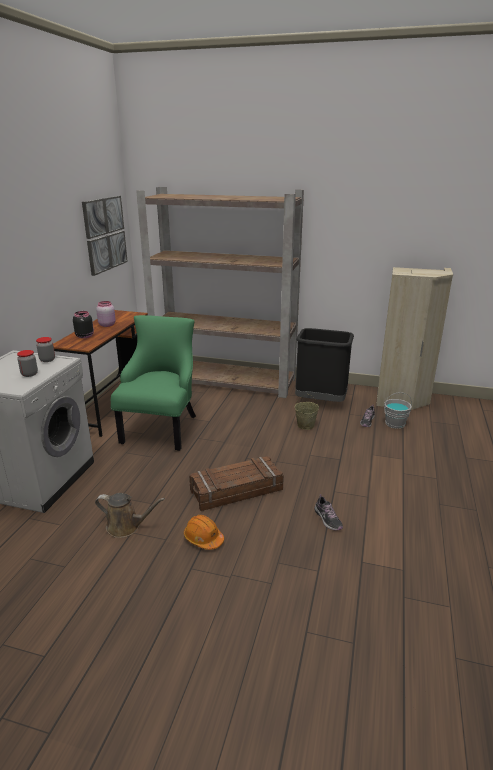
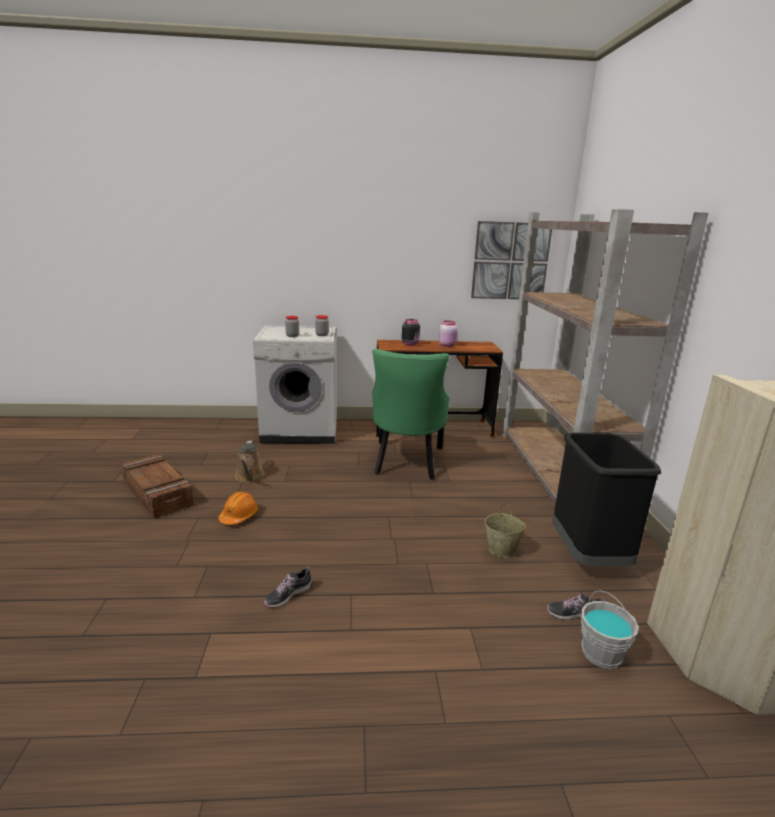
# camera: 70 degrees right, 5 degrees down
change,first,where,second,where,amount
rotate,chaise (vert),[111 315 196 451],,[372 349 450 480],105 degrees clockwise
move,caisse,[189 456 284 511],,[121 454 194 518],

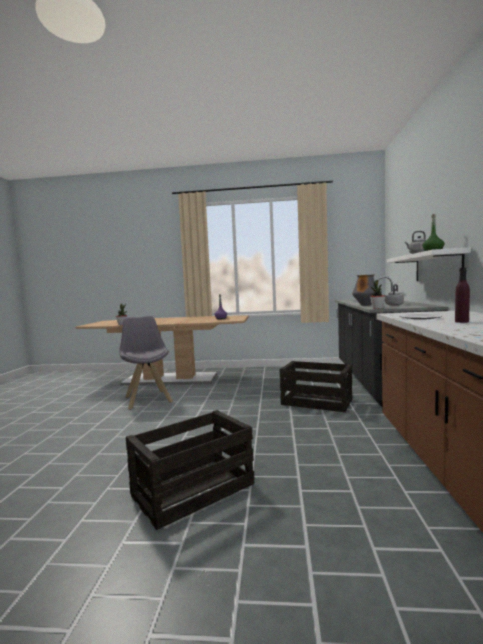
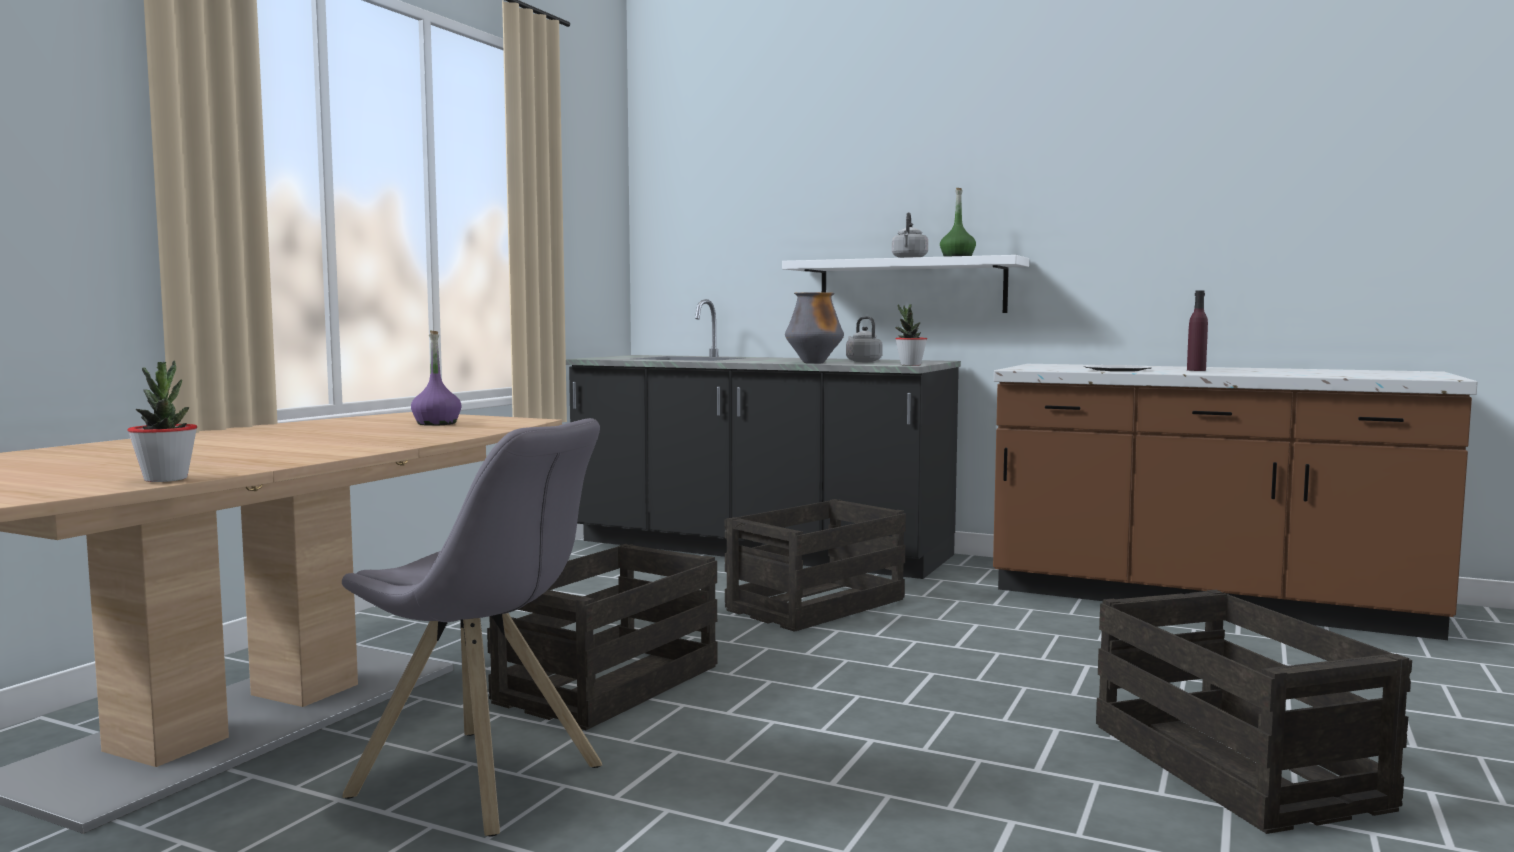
# camera: 70 degrees left, 0 degrees up
change,first,where,second,where,amount
rotate,chaise (gris),[119 316 173 410],,[342 418 602 837],150 degrees counterclockwise
insert,,,caisse,[487 544 718 730],

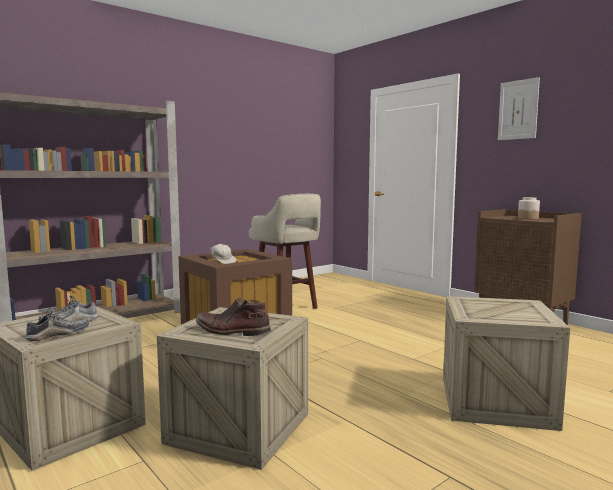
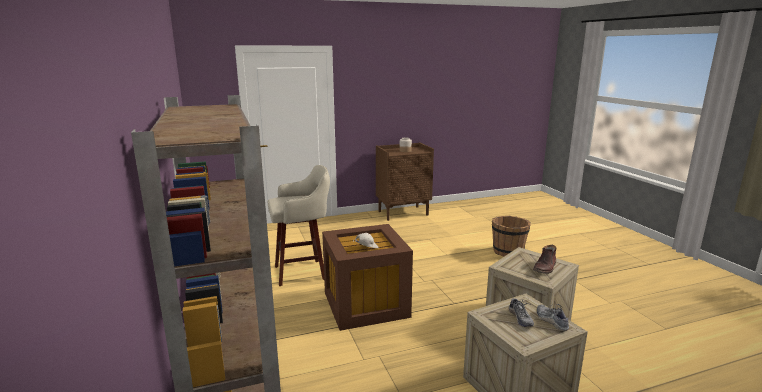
# camera: 70 degrees left, 10 degrees up
change,first,where,second,where,amount
delete,tableau,[498 77 540 140],,,
replace,caisse,[443 296 570 431],seau (marron),[492 216 531 257],

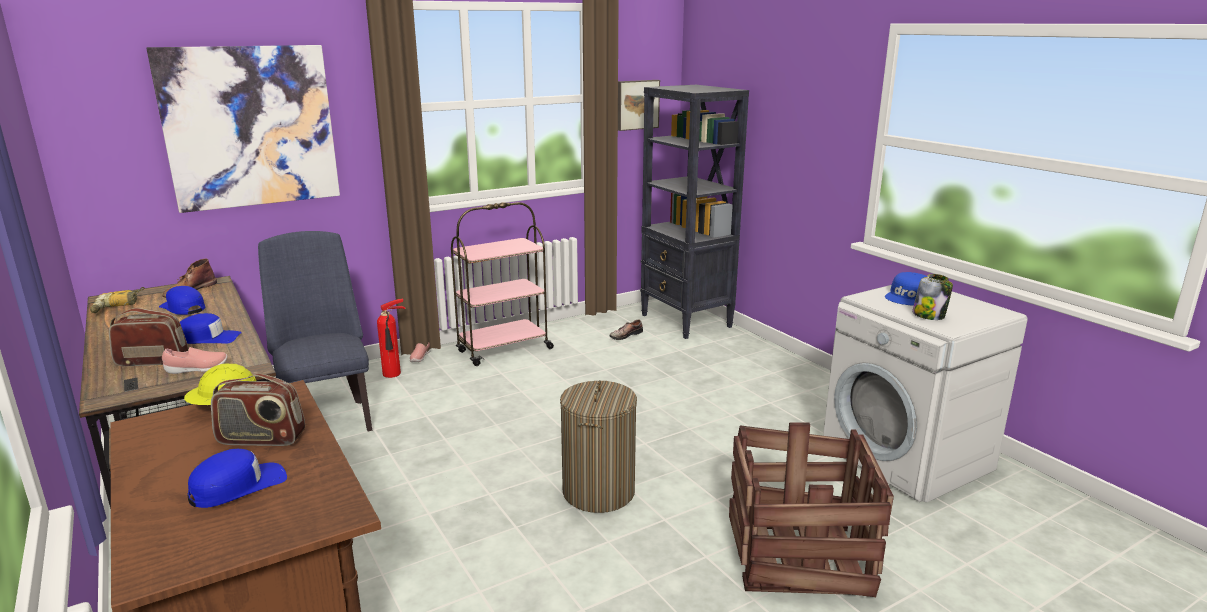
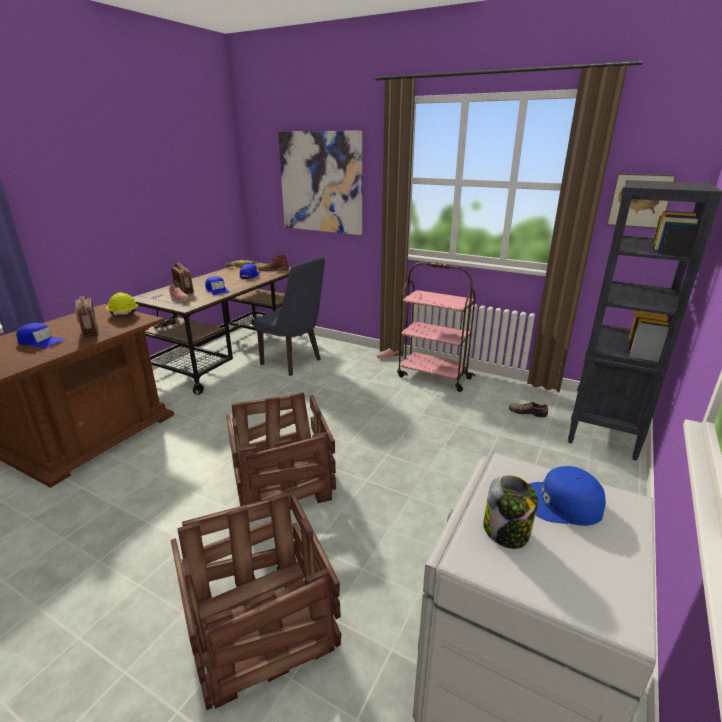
# camera: 60 degrees right, 5 degrees up
change,first,where,second,where,amount
rotate,chaise (bleu),[258 231 372 432],,[254 257 325 376],90 degrees clockwise
delete,extincteur,[377 299 405 378],,,
replace,panier à linge,[560 380 637 513],caisse,[226 392 336 510],

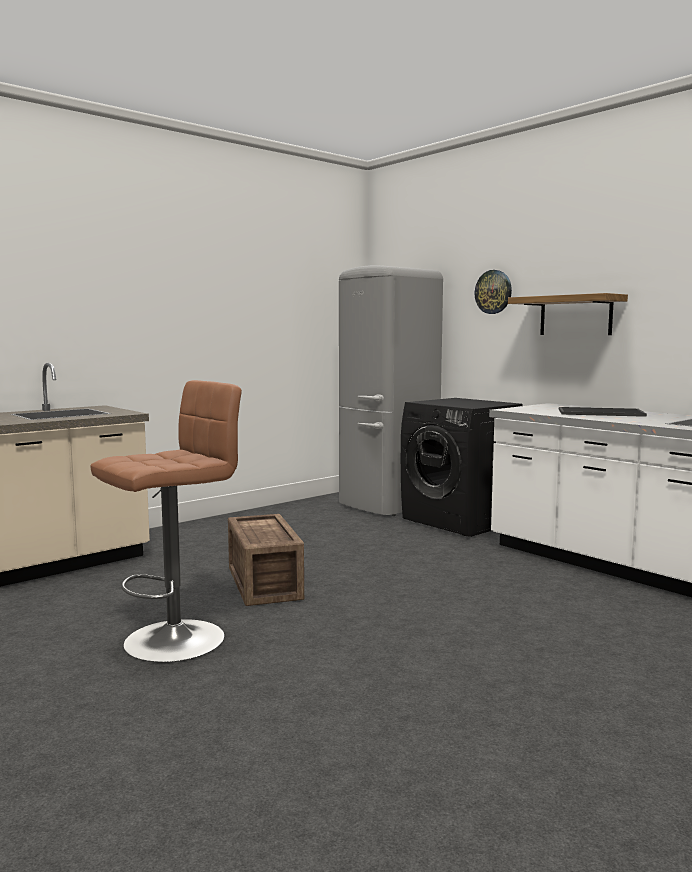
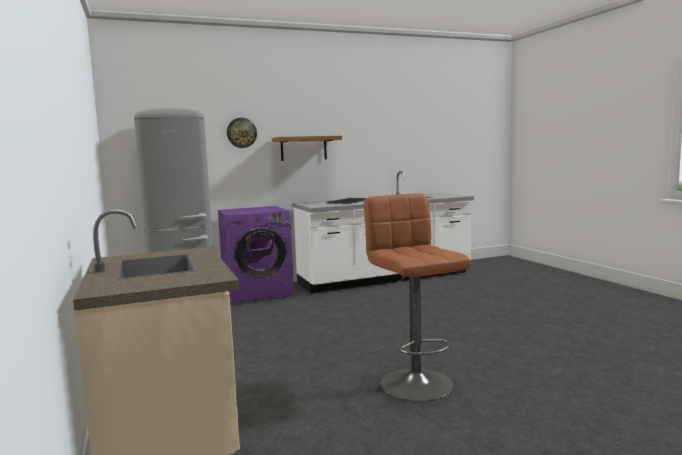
# camera: 70 degrees left, 0 degrees up
change,first,where,second,where,amount
recolor,lave-linge (noir),[401 398 523 537],lave-linge (violet),[218 206 293 304],
delete,caisse,[228 514 304 606],,,

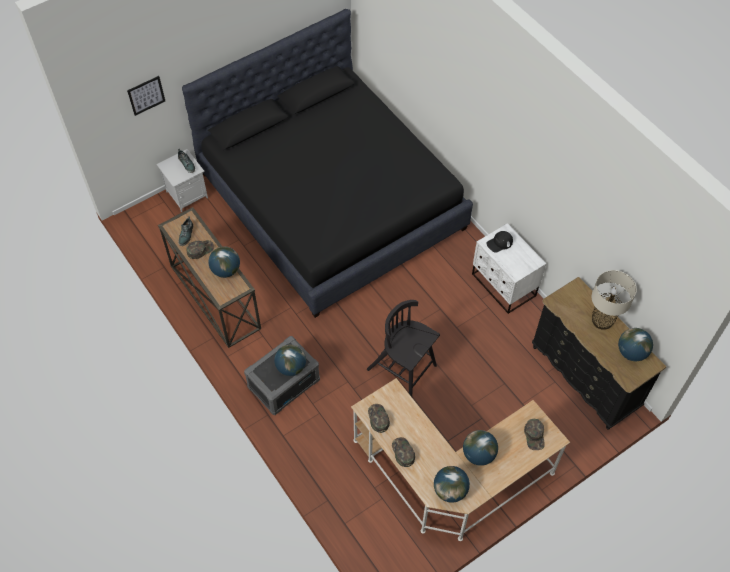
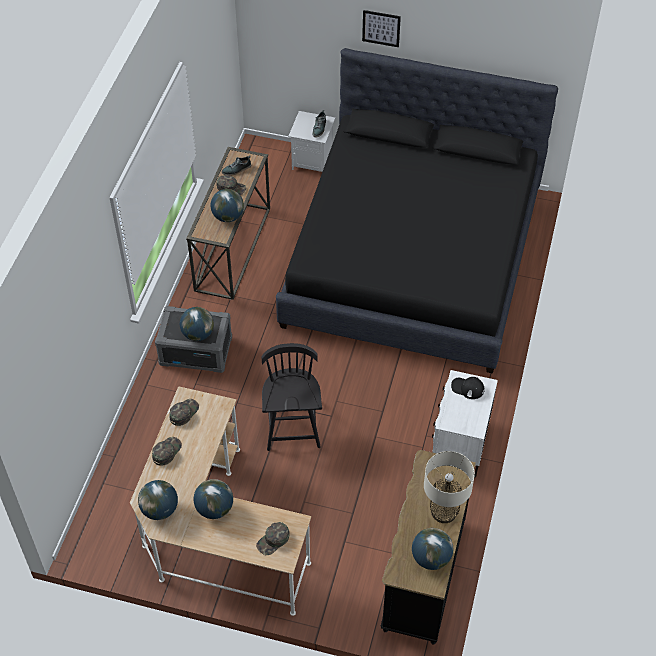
# camera: 50 degrees right, 5 degrees down
change,first,where,second,where,amount
move,tableau,[127 76 165 116],,[362 10 401 47],

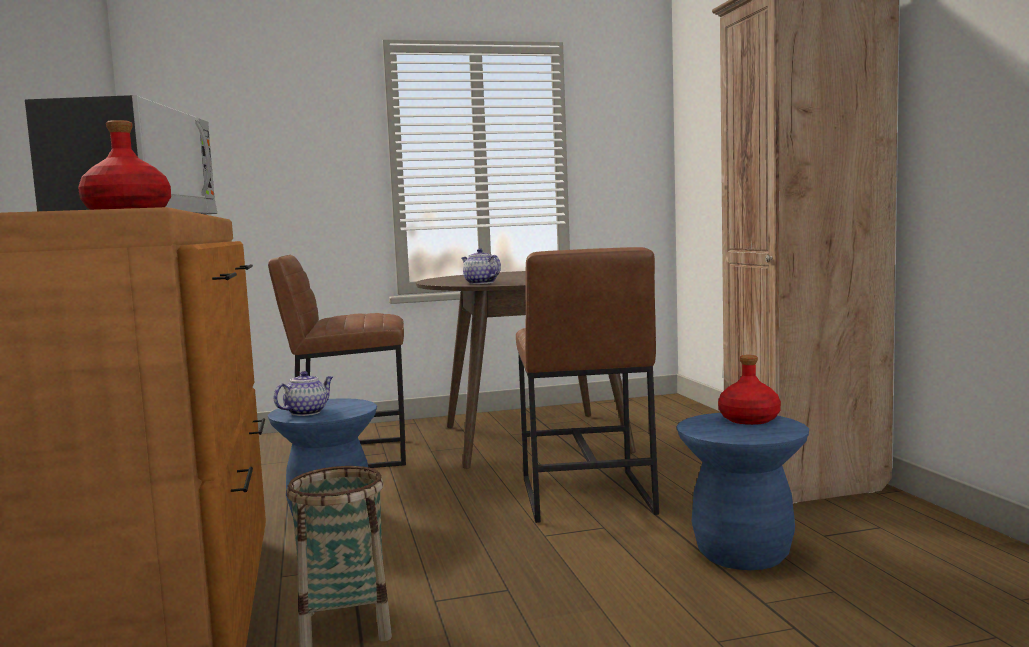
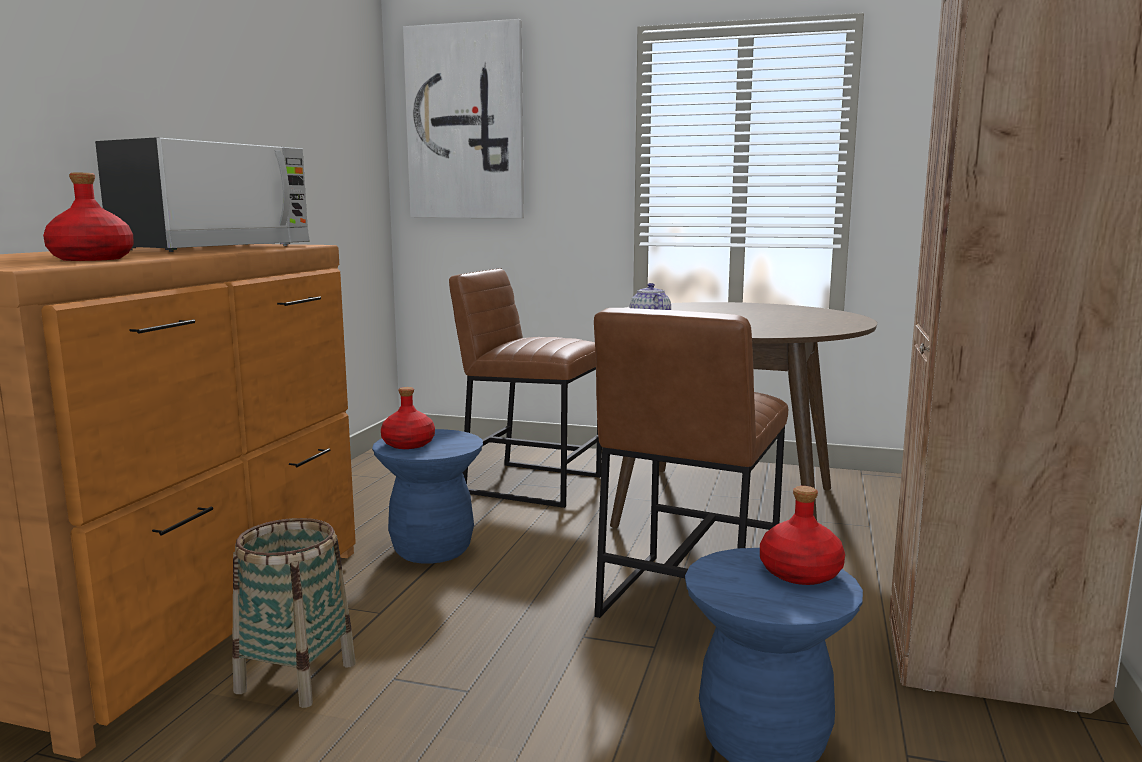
# camera: 30 degrees right, 5 degrees up
change,first,where,second,where,amount
replace,théière,[274 371 333 416],bouteille (rouge),[381 387 435 449],
insert,,,tableau,[403 19 524 218],

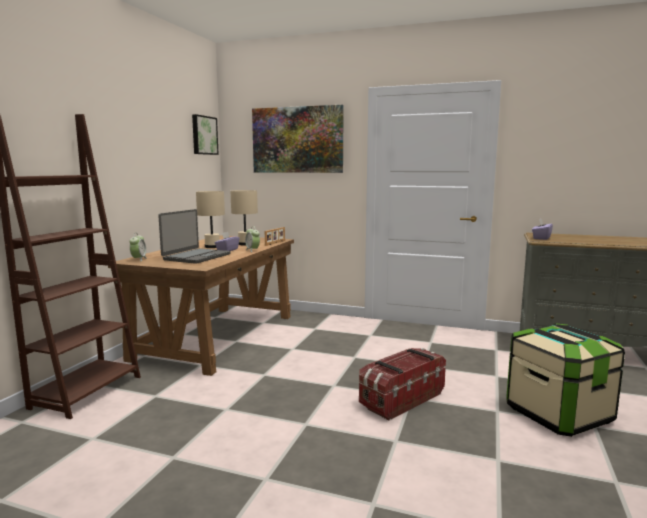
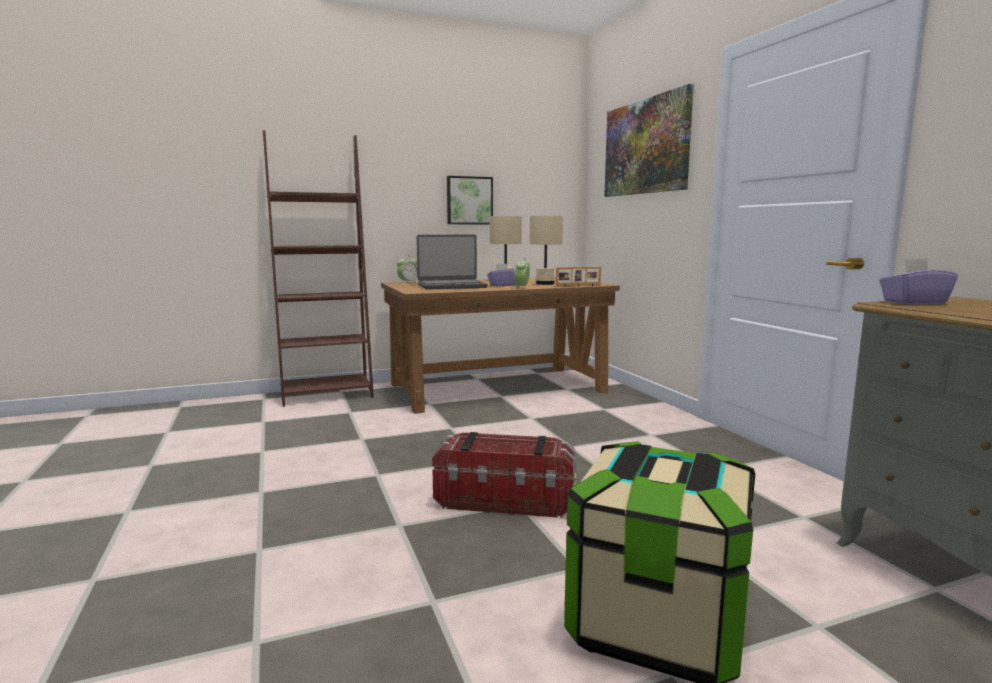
# camera: 50 degrees right, 0 degrees up
change,first,where,second,where,amount
move,tableau,[192 114 219 155],,[447 176 493 224],

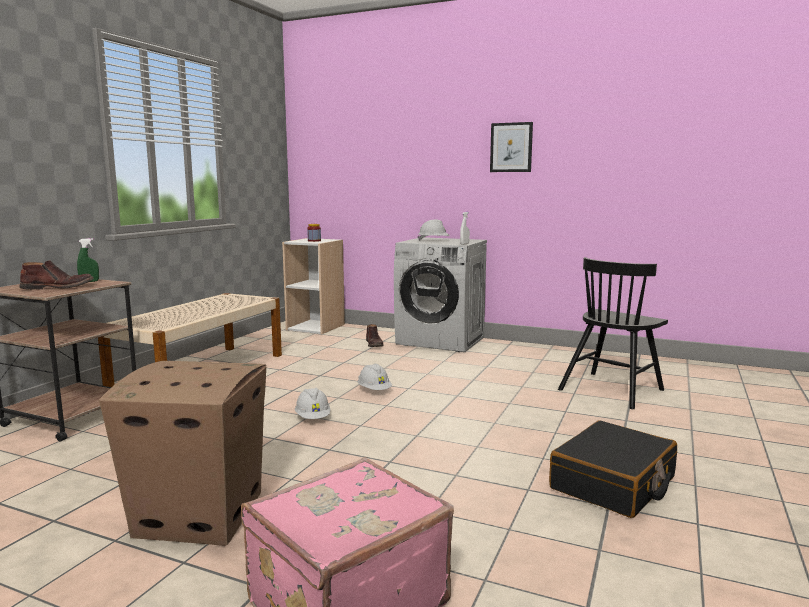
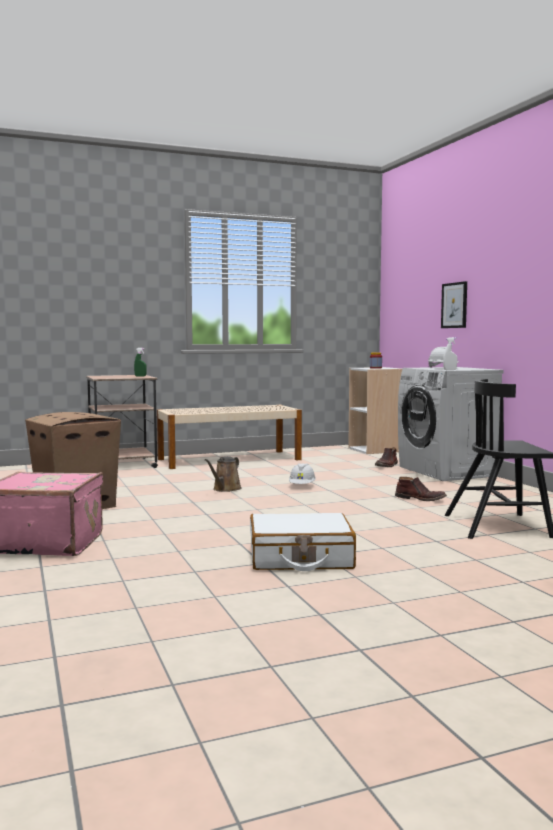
# camera: 45 degrees right, 5 degrees down
change,first,where,second,where,amount
move,tableau,[490 122 533 172],,[441 281 467 328],
move,botte (marron),[20 260 94 290],,[395 477 447 501],
replace,casque de chantier (blanc),[295 388 330 419],arrosoir (marron),[205 456 242 492],
recolor,valise (noir),[549 421 677 518],valise (blanc),[250 513 356 571],

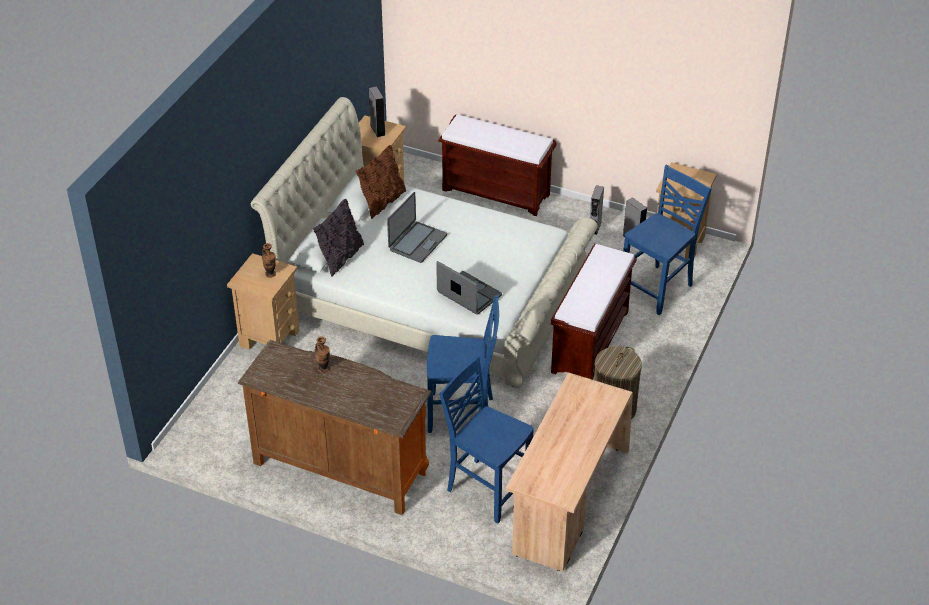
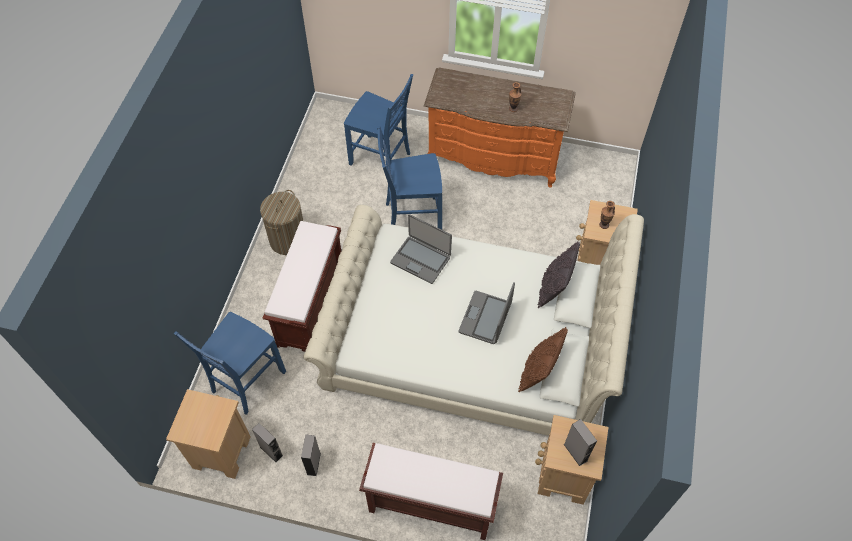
# camera: 170 degrees right, 15 degrees up
change,first,where,second,where,amount
delete,bureau (beige),[506 373 633 572],,,

